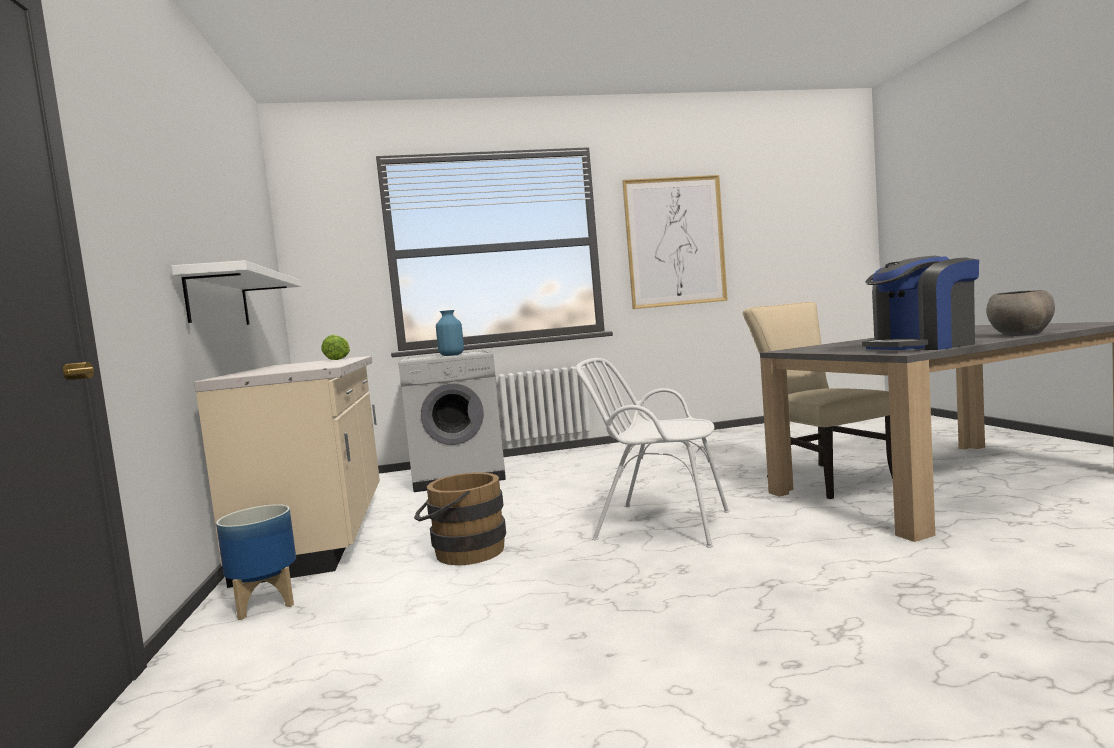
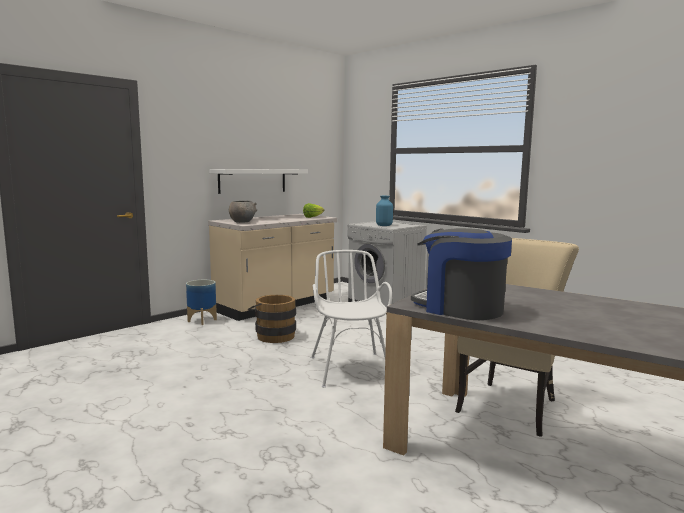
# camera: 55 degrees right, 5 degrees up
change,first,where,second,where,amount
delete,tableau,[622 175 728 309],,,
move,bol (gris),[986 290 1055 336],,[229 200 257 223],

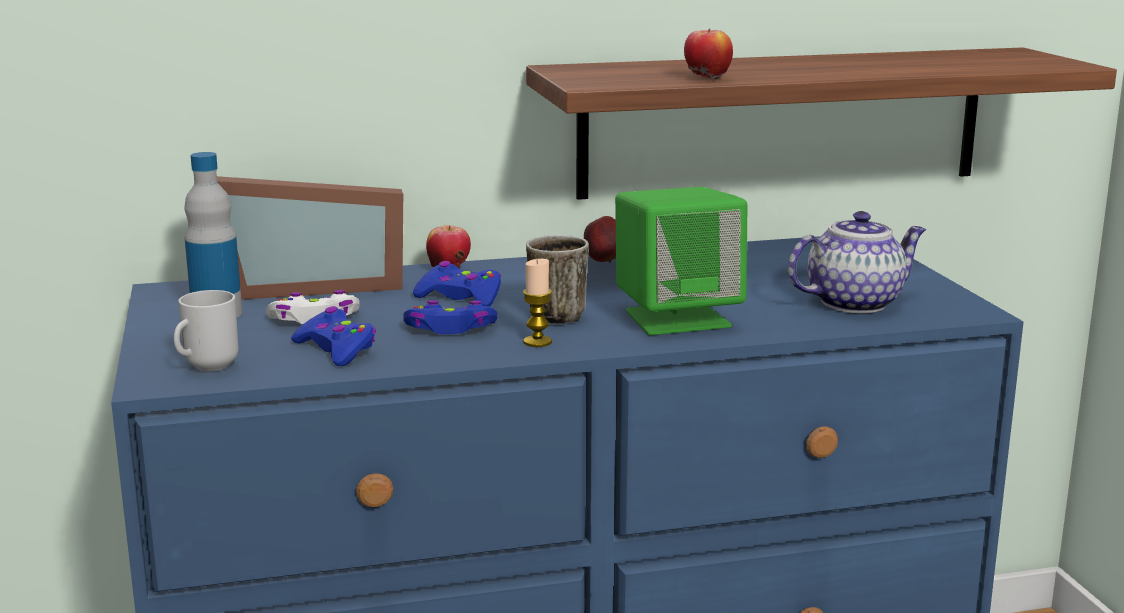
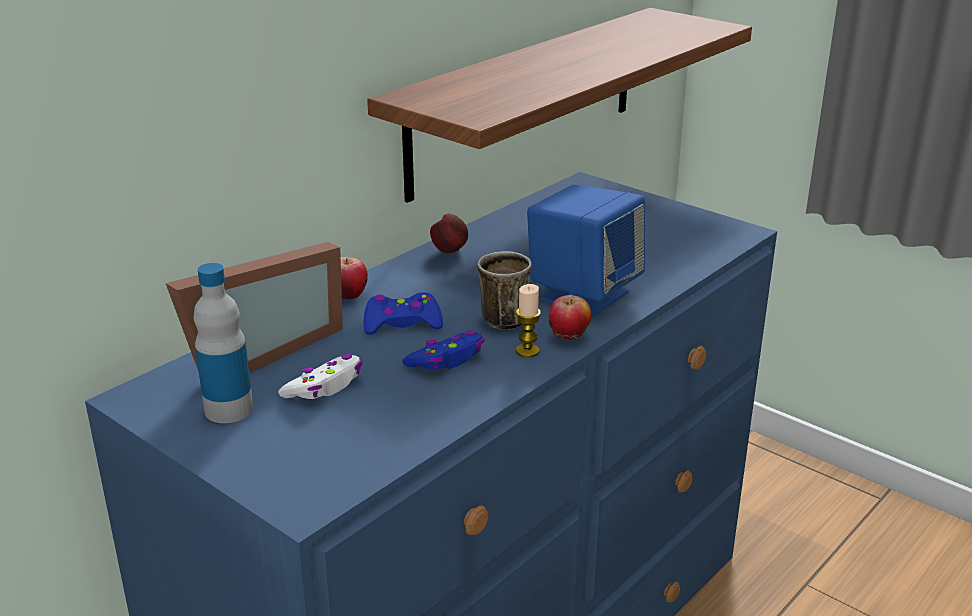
# camera: 35 degrees left, 10 degrees up
change,first,where,second,where,amount
move,pomme,[684 28 733 80],,[549 295 591 340],
recolor,enceinte (vert),[615 187 748 335],enceinte (bleu),[527 185 645 317],
delete,théière,[788 211 926 313],,,
delete,mug,[174 290 238 372],,,
delete,manette (bleu),[291 306 376 366],,,

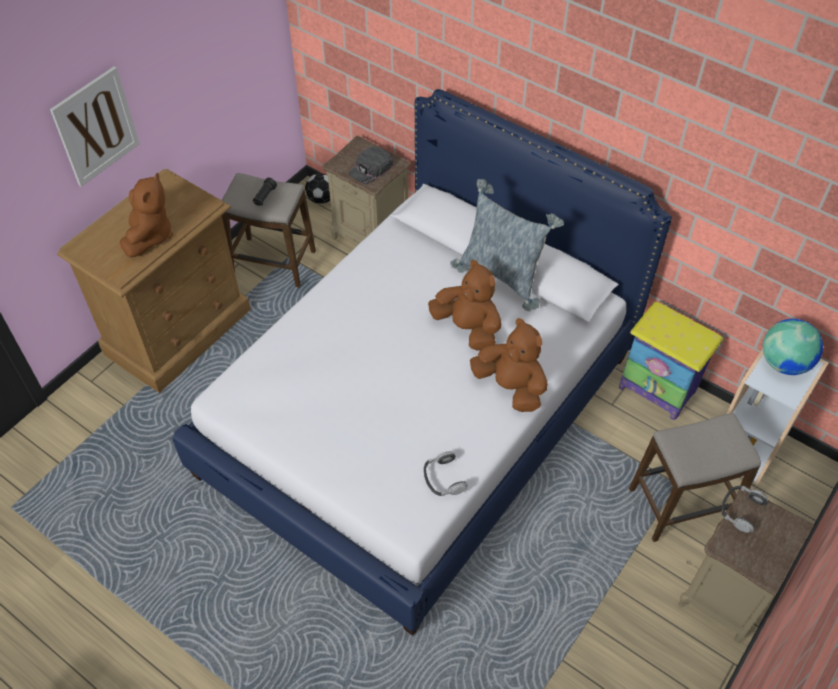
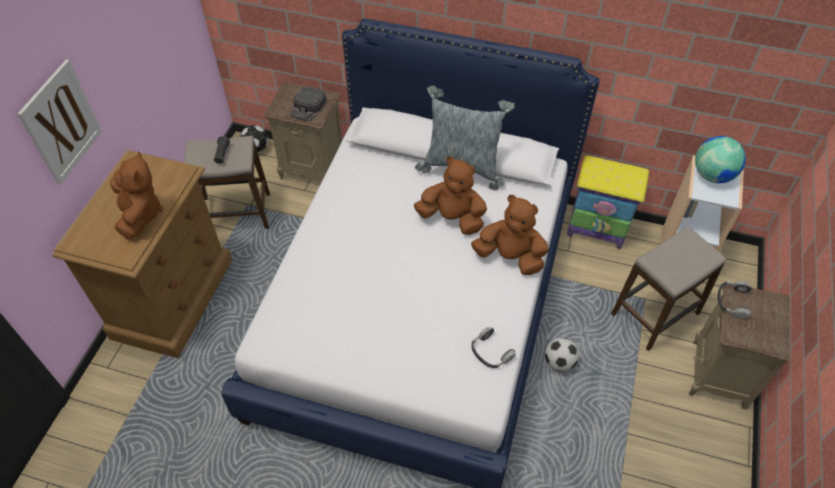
# camera: 20 degrees left, 0 degrees up
change,first,where,second,where,amount
insert,,,ballon de foot,[545 338 579 372],

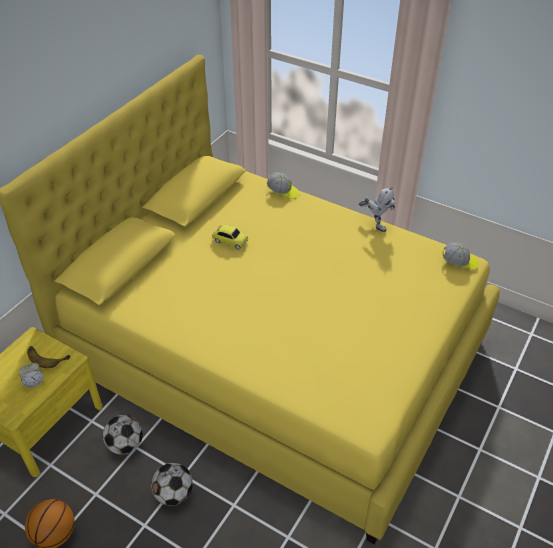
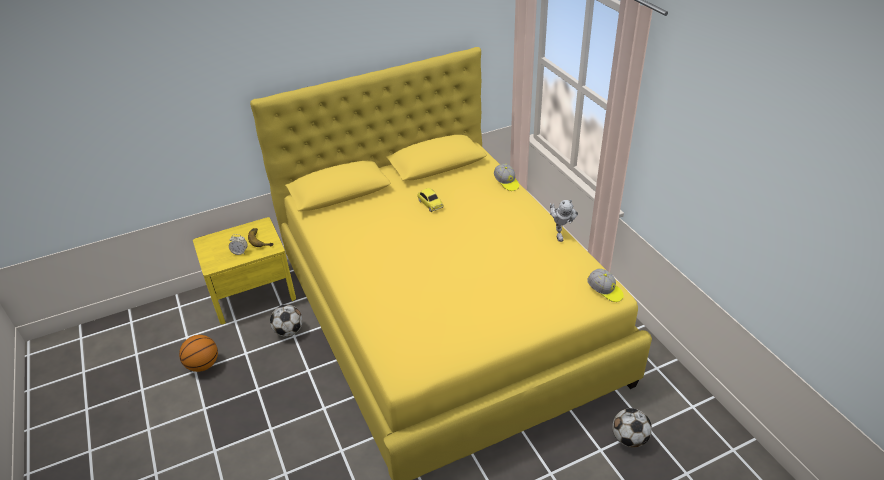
# camera: 35 degrees right, 5 degrees down
change,first,where,second,where,amount
move,ballon de foot,[151 463 193 506],,[612 408 652 448],

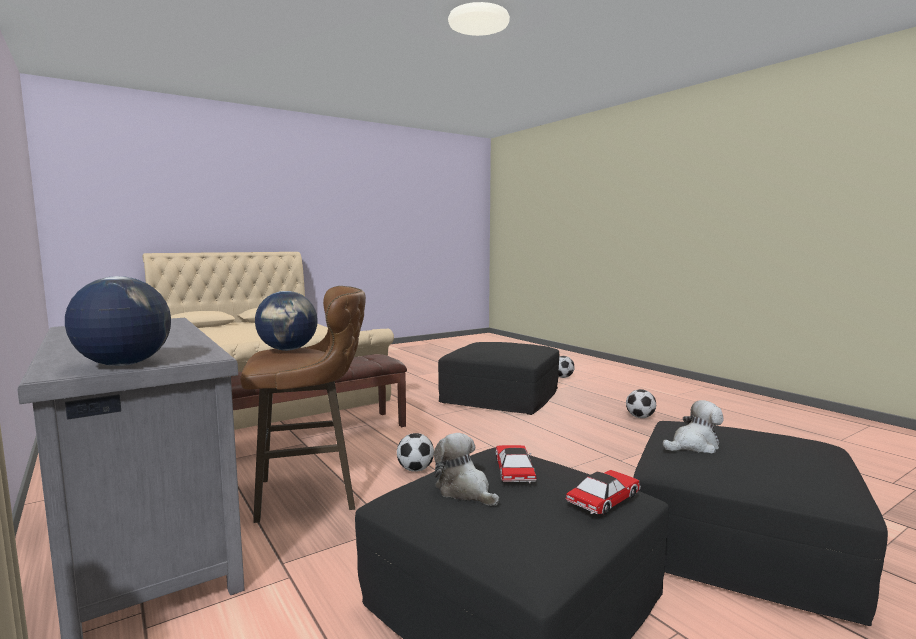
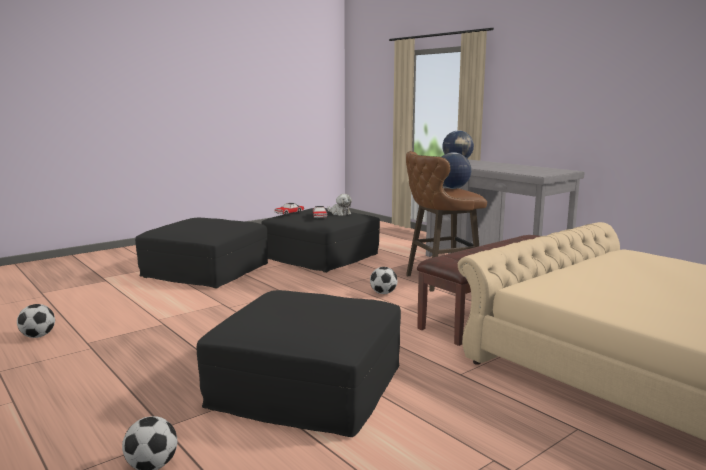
# camera: 175 degrees right, 5 degrees up
change,first,where,second,where,amount
move,ballon de foot,[626 389 656 418],,[17 304 55 338],
delete,peluche,[662 400 724 453],,,

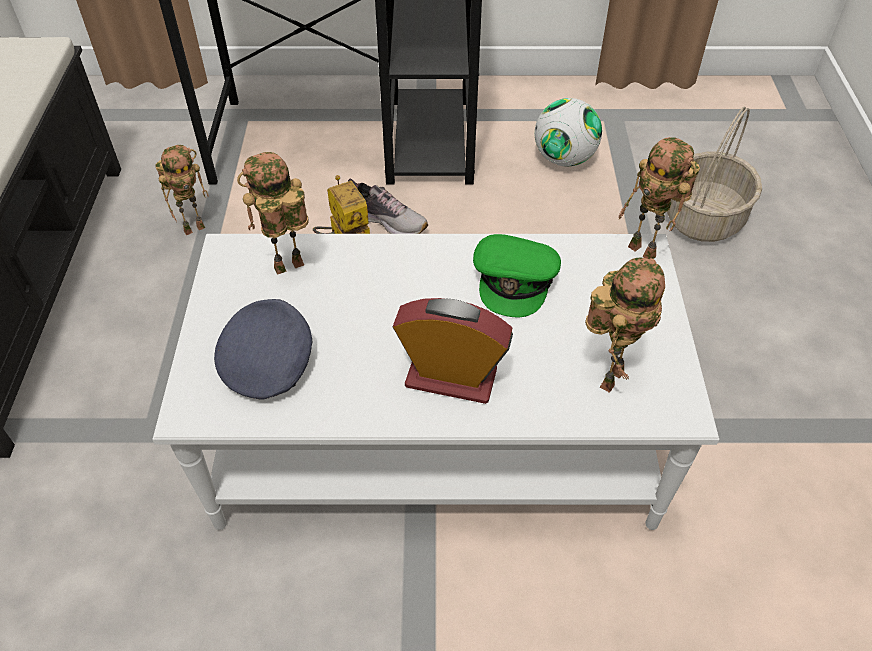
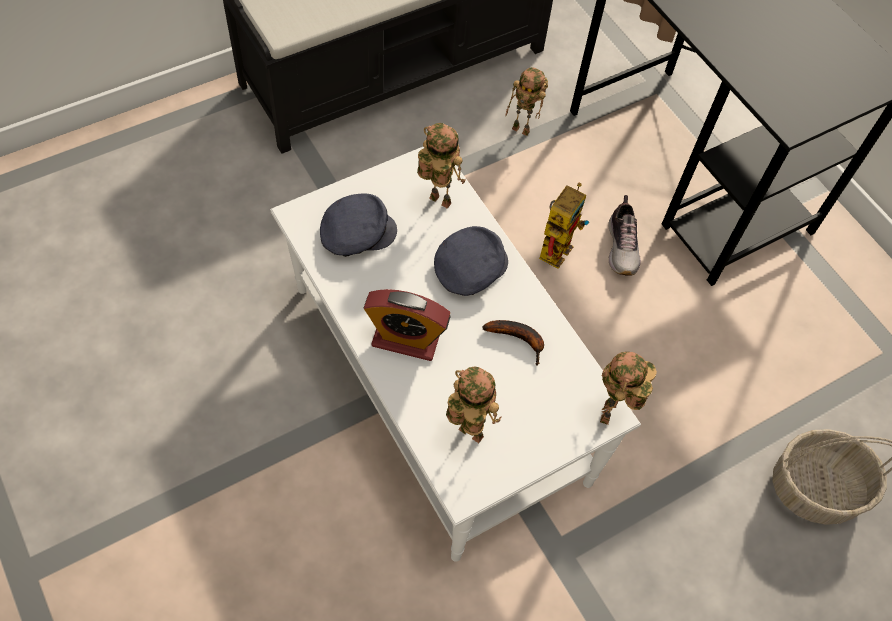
# camera: 55 degrees right, 10 degrees up
change,first,where,second,where,amount
delete,ballon de foot,[535 98 602 167],,,
replace,casquette (vert),[473 234 561 318],banane,[483 320 544 365],
rotate,robot jouet,[585 258 665 393],,[446 367 502 443],150 degrees counterclockwise
rotate,réveil,[393 298 513 404],,[364 289 451 361],120 degrees clockwise
insert,,,casquette (gris),[434 226 508 296],

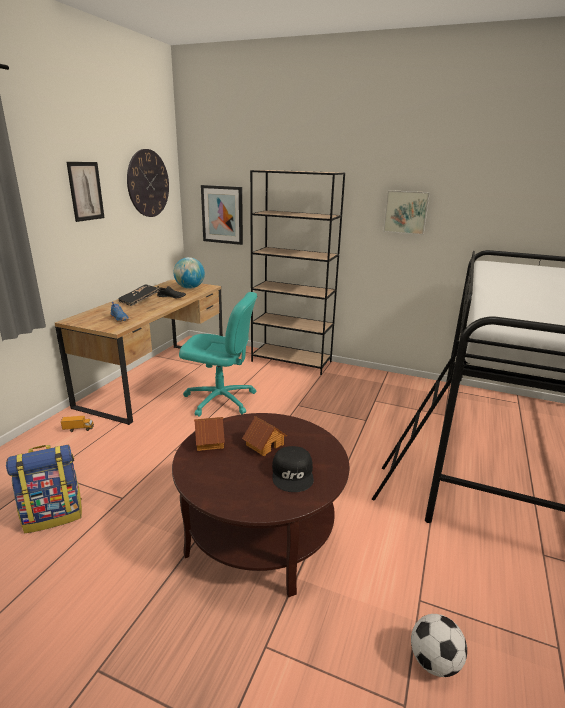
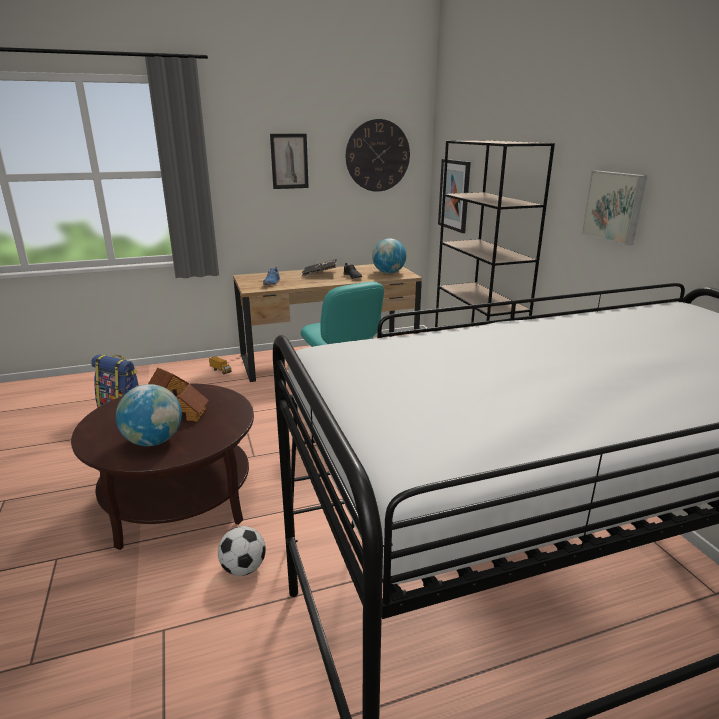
# camera: 50 degrees right, 0 degrees up
change,first,where,second,where,amount
replace,casquette (noir),[272 446 314 492],globe,[116 384 182 446],
move,ballon de foot,[411 614 467 677],,[218 526 266 576],

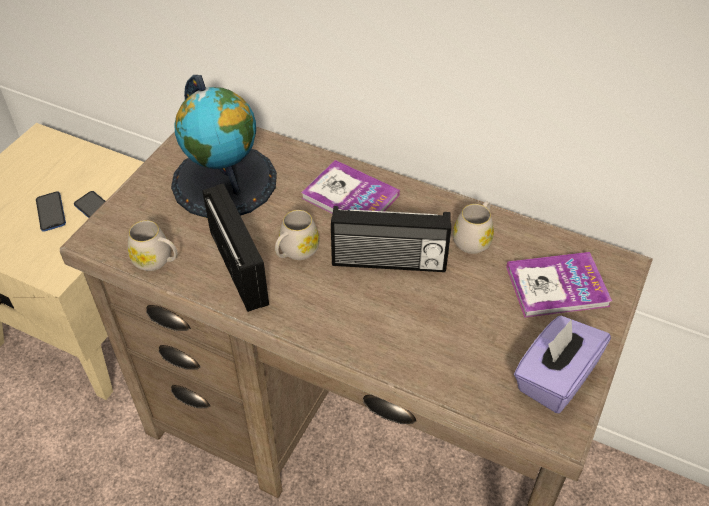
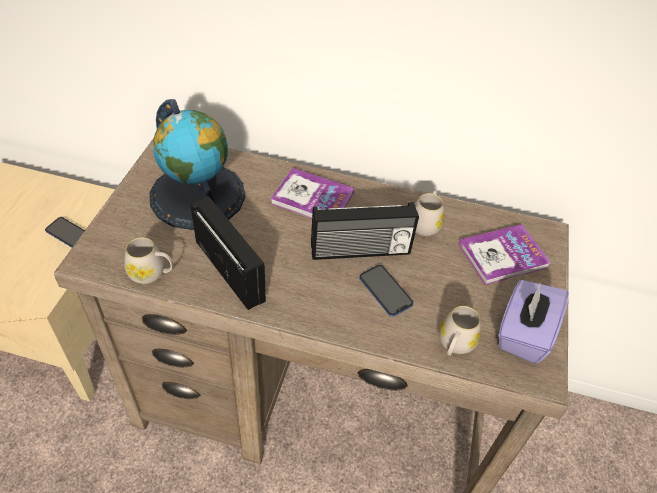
# camera: 15 degrees left, 0 degrees up
change,first,where,second,where,amount
move,téléphone,[36 191 66 232],,[359 265 413 317],
move,mug (blanc),[275 210 320 260],,[439 306 481 356],

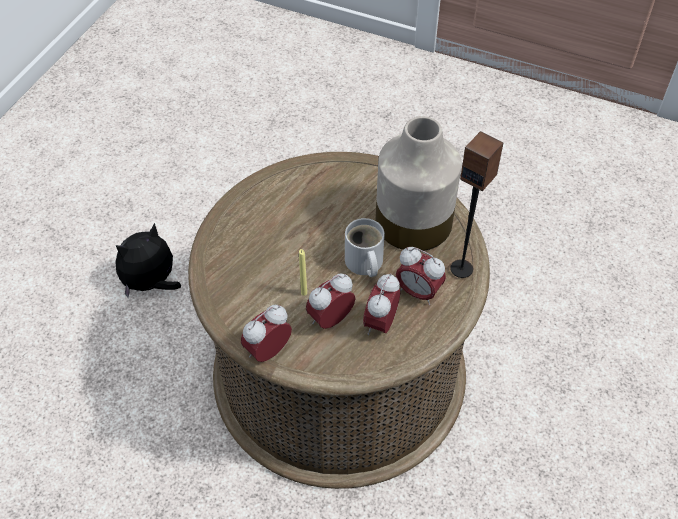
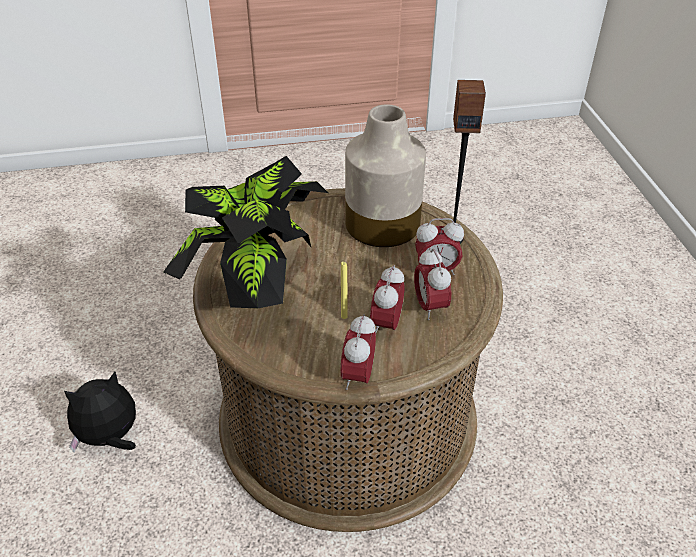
# camera: 35 degrees left, 10 degrees down
change,first,where,second,where,amount
delete,mug (blanc),[345 218 385 277],,,
rotate,peluche,[115 223 181 299],,[64 372 136 452],45 degrees clockwise
insert,,,plante en pot,[163 156 328 309],

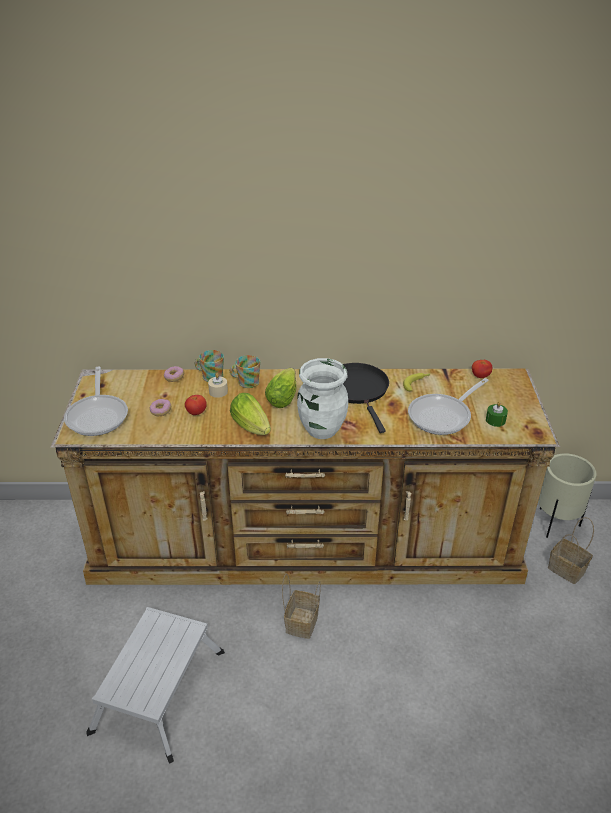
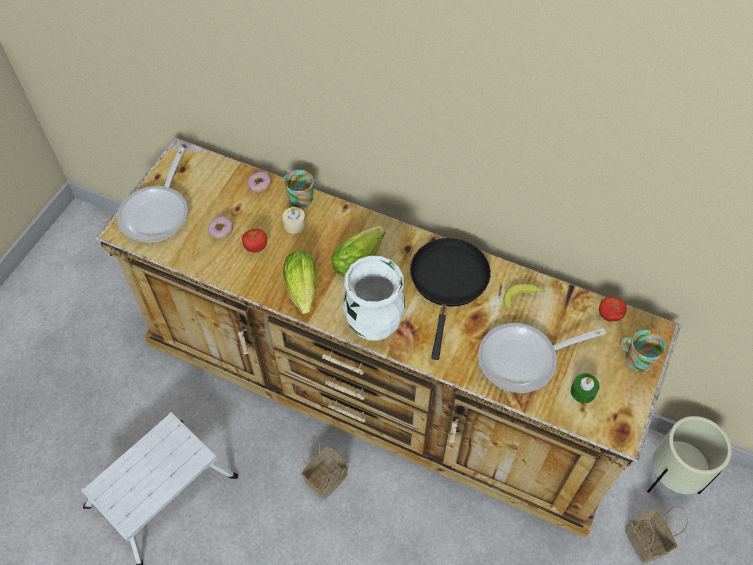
# camera: 25 degrees right, 20 degrees up
change,first,where,second,where,amount
move,mug,[230 355 260 388],,[620 330 666 372],

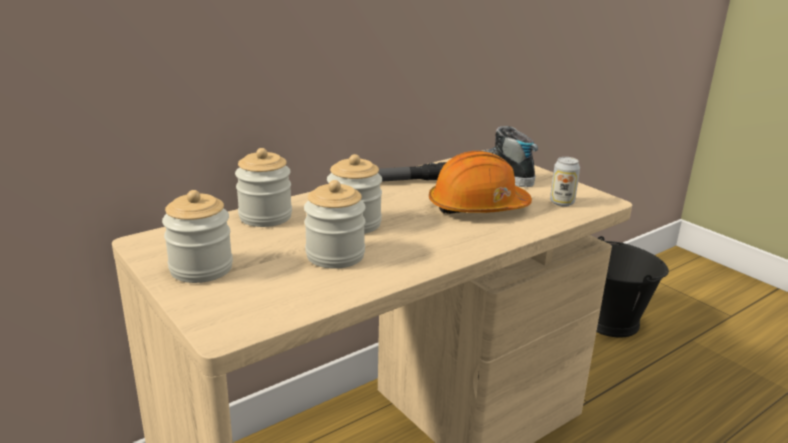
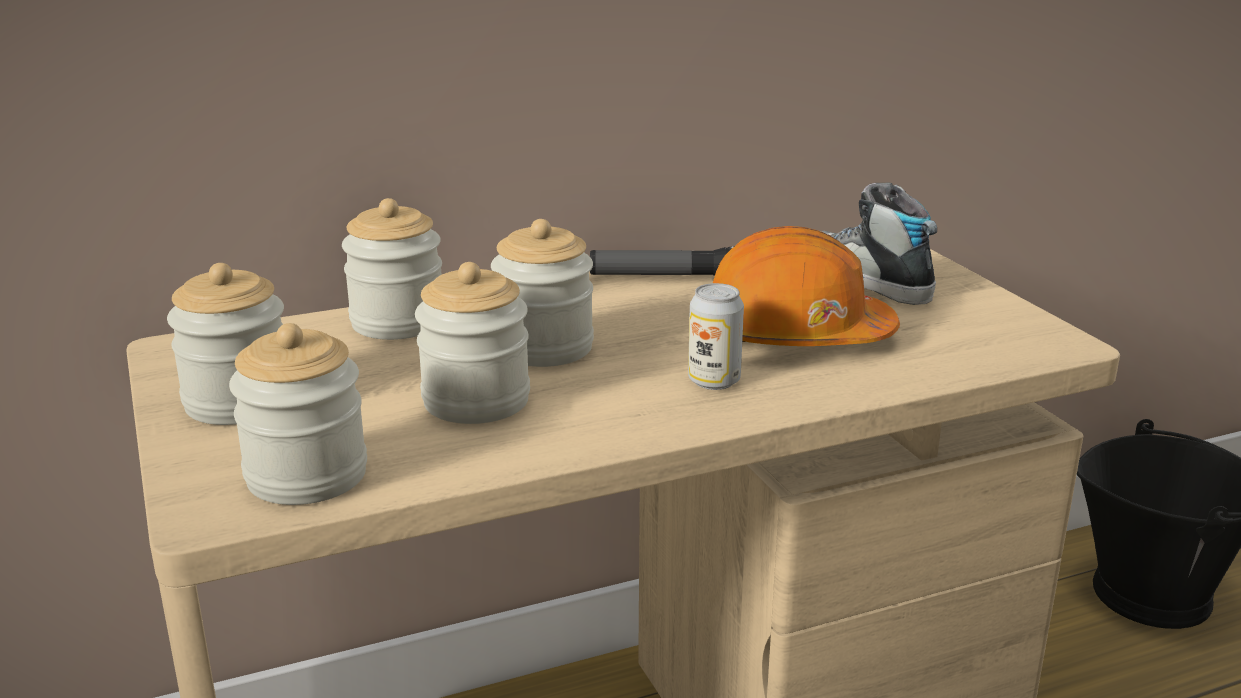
# camera: 15 degrees right, 0 degrees up
change,first,where,second,where,amount
move,boîte métallique,[550 157 580 207],,[688 283 744 390],
insert,,,bocal,[229 323 367 505],

